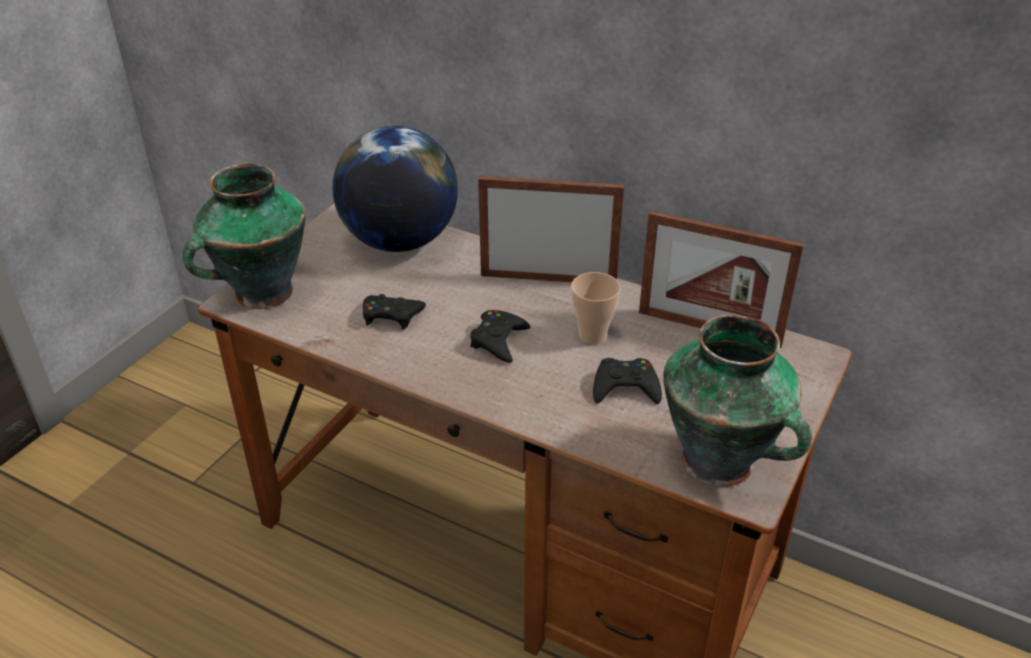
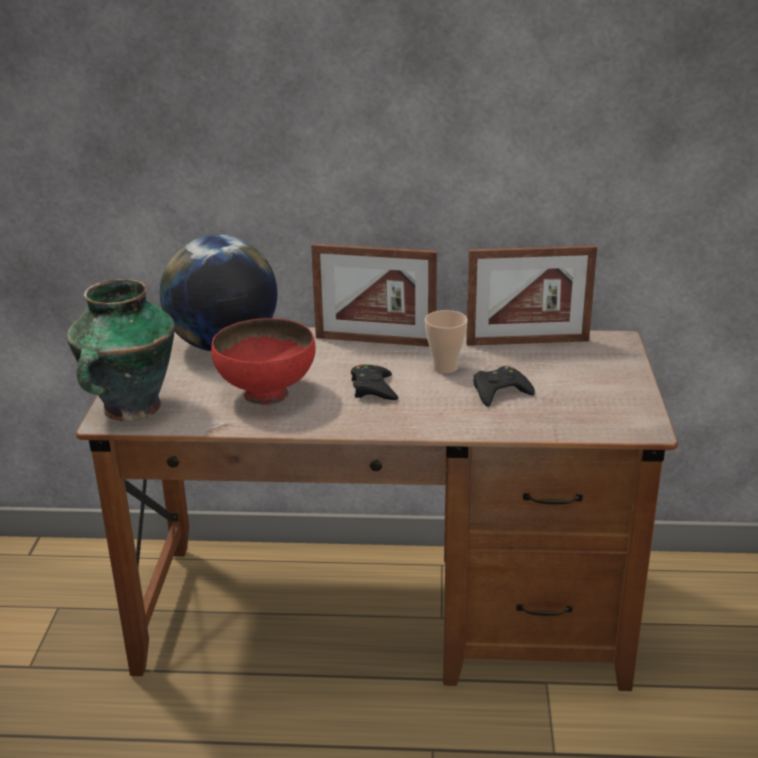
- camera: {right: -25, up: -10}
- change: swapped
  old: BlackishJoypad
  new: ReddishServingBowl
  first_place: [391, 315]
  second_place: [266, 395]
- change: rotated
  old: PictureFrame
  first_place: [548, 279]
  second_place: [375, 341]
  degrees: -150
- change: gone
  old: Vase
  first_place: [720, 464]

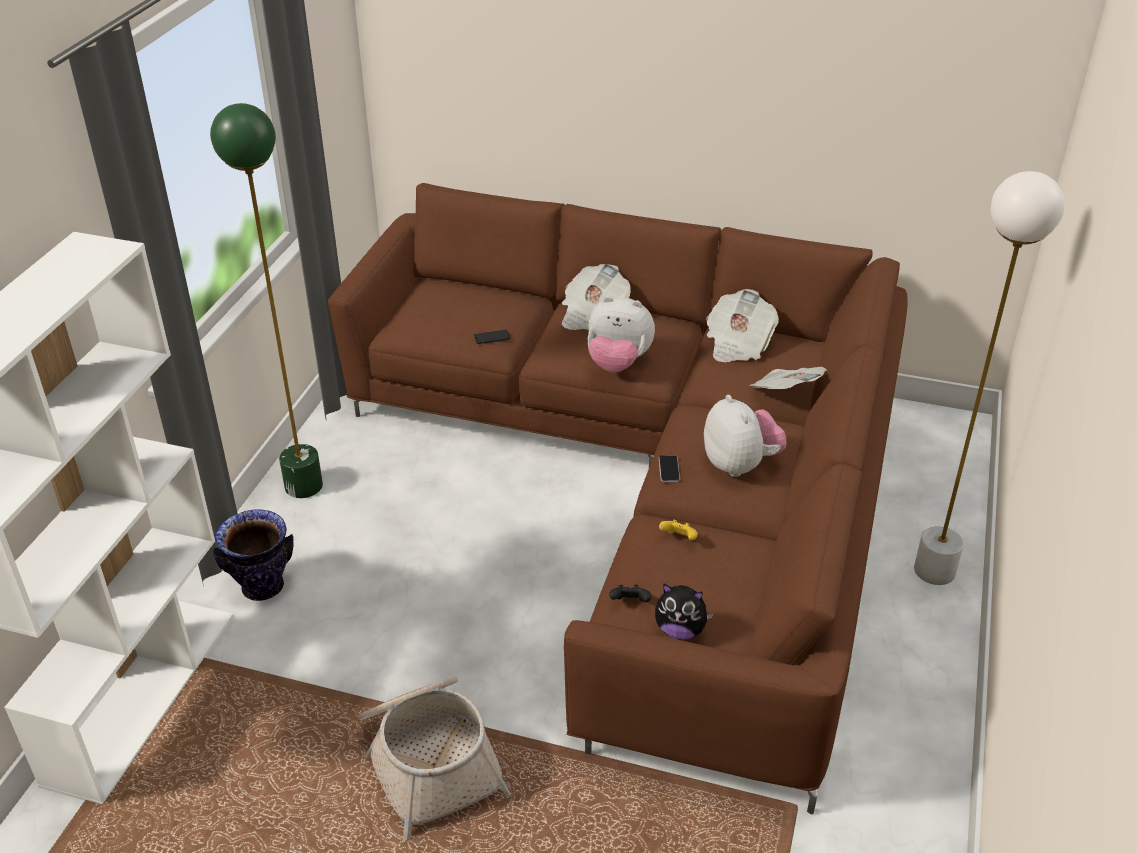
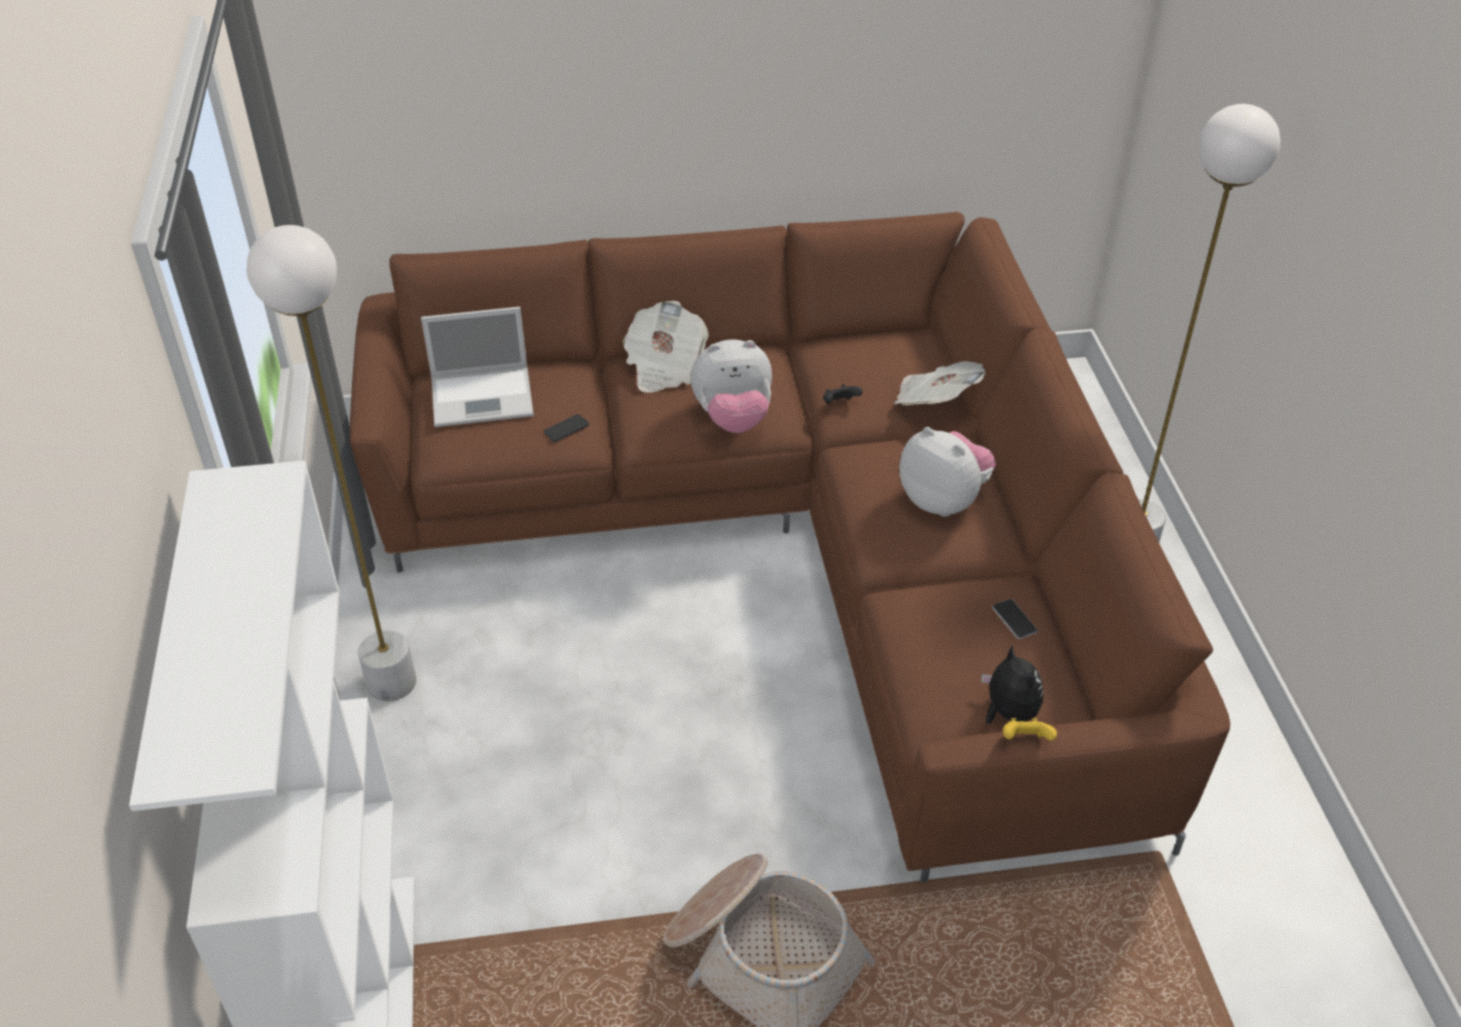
- camera: {right: -25, up: 5}
- change: repainted
  old: GreenishStandingLamp
  new: WhitishStandingLamp
  first_place: [303, 486]
  second_place: [391, 682]
- change: new
  new: NotebookComputer
  second_place: [484, 397]
- change: shifted
  old: BlackishJoypad
  first_place: [630, 603]
  second_place: [840, 404]
- change: rotated
  old: CuddlyToy
  first_place: [680, 630]
  second_place: [1008, 712]
  degrees: -105
- change: shifted
  old: Phone
  first_place: [669, 469]
  second_place: [1014, 619]
- change: shifted
  old: YellowColouredJoypad
  first_place: [679, 539]
  second_place: [1025, 740]
- change: gone
  old: Vase
  first_place: [263, 587]
- change: gone
  old: DailyPaper
  first_place: [737, 344]

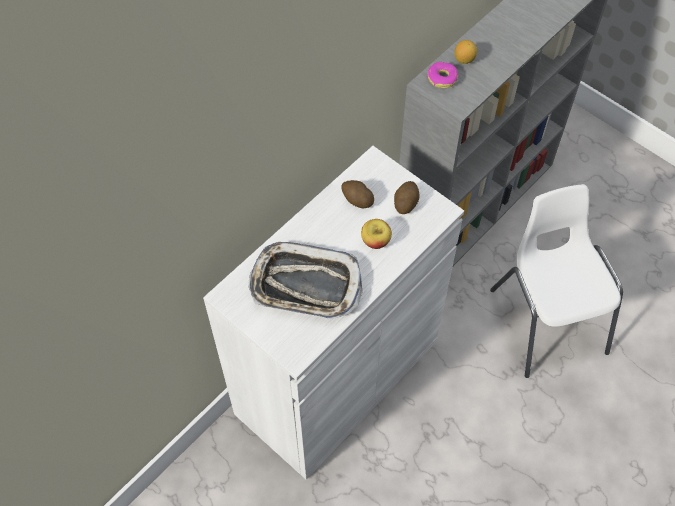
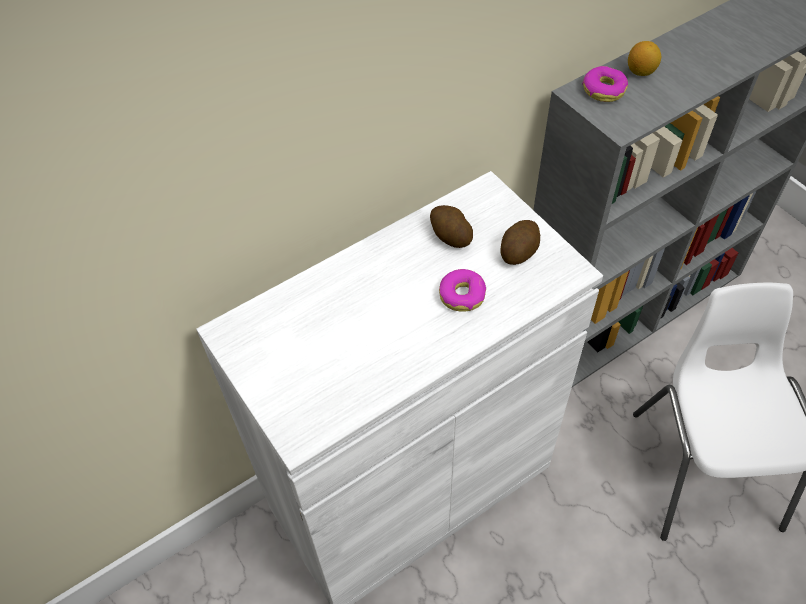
- camera: {right: 15, up: -5}
- change: swapped
  old: WholeApple
  new: Doughnut
  first_place: [375, 241]
  second_place: [462, 295]
- change: gone
  old: CarryingTray
  first_place: [305, 285]

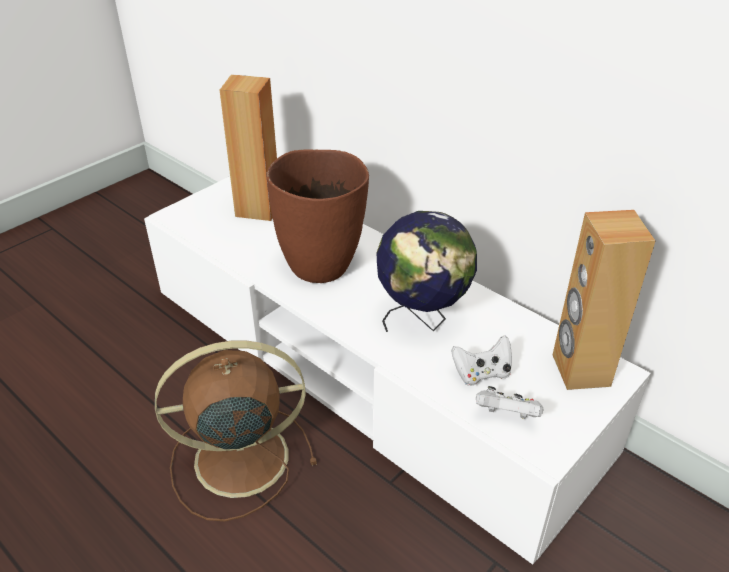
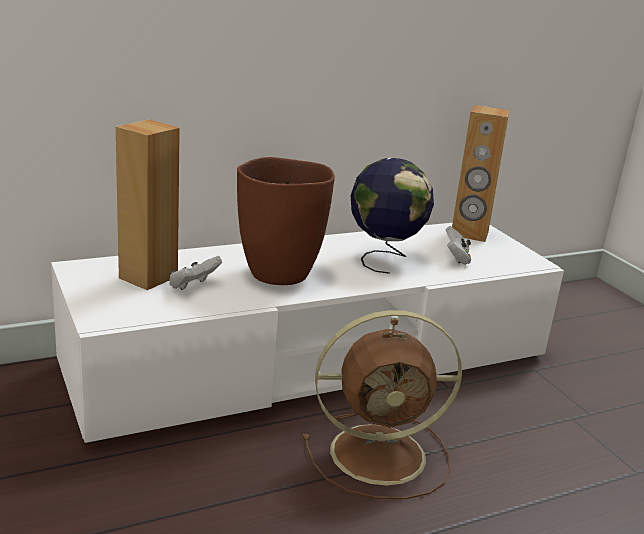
- camera: {right: -70, up: -15}
- change: shifted
  old: WhitishJoypad
  first_place: [506, 416]
  second_place: [193, 286]
- change: rotated
  old: BrownishElectricFan
  first_place: [237, 459]
  second_place: [382, 454]
  degrees: -105

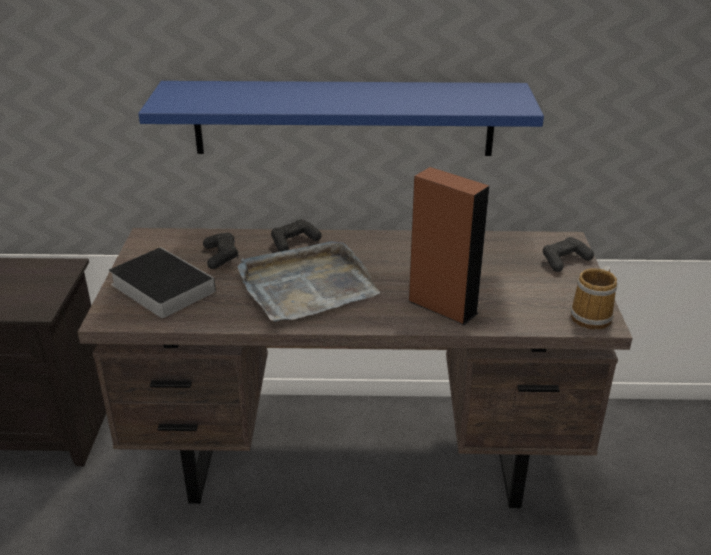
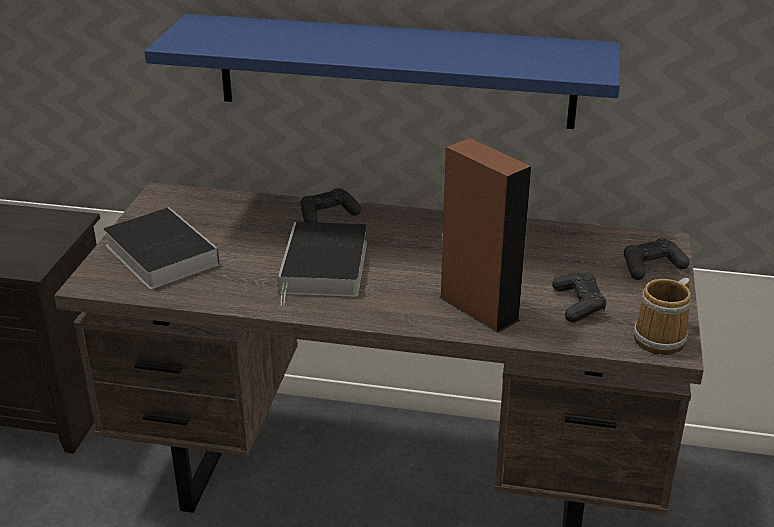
- camera: {right: 10, up: 0}
- change: swapped
  old: GreyishCarryingTray
  new: Volume
  first_place: [306, 286]
  second_place: [325, 268]
- change: shifted
  old: BlackishJoypad
  first_place: [221, 256]
  second_place: [578, 304]

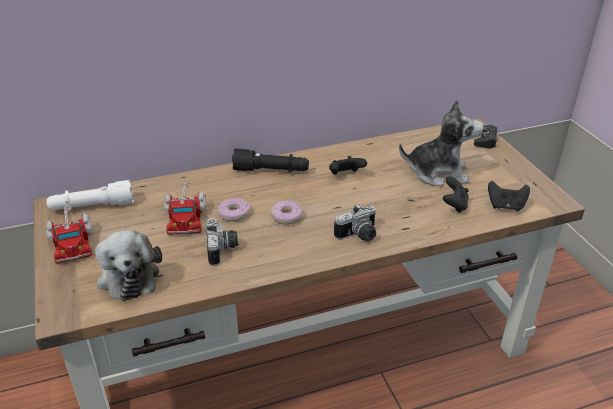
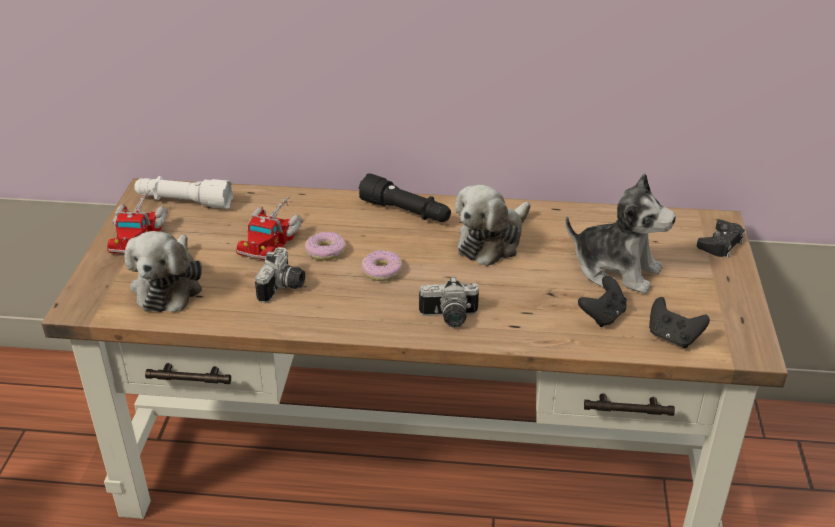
- camera: {right: 25, up: 0}
- change: swapped
  old: BlackishJoypad
  new: CuddlyToy
  first_place: [345, 175]
  second_place: [492, 241]

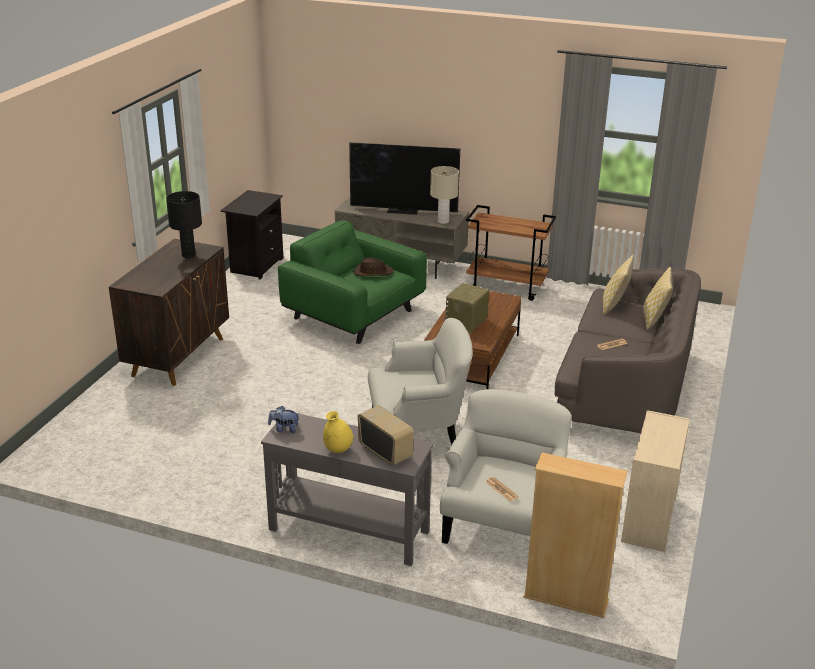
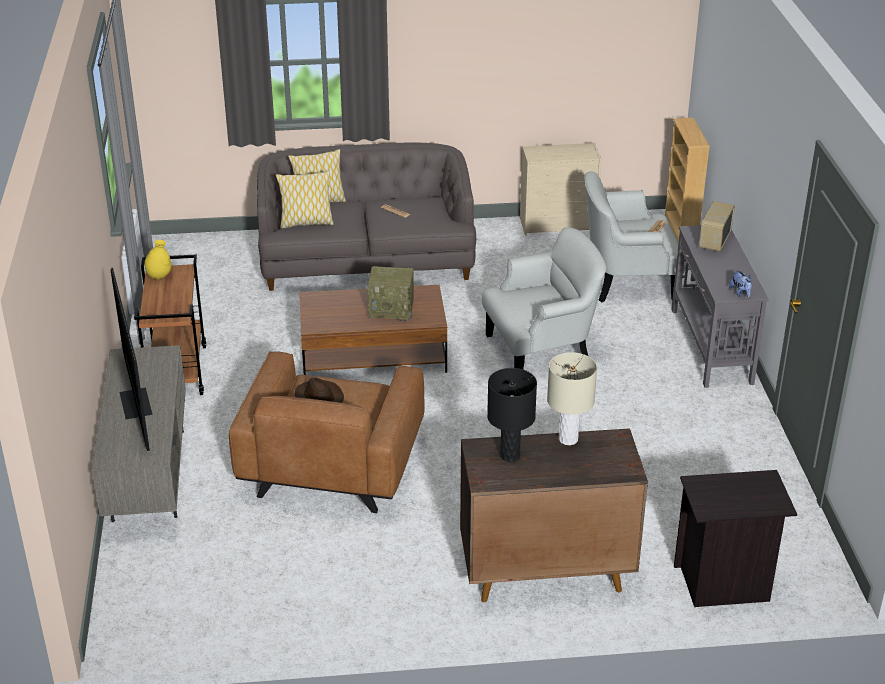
- camera: {right: -115, up: 5}
- change: shifted
  old: YellowColouredVase
  first_place: [338, 450]
  second_place: [159, 276]
- change: repainted
  old: GreenishLoungeChair
  new: BrownishLoungeChair
  first_place: [353, 315]
  second_place: [332, 467]
- change: rotated
  old: WhitishLoungeChair
  first_place: [418, 432]
  second_place: [542, 351]
  degrees: 105
- change: shifted
  old: BeigeLampForATable
  first_place: [443, 221]
  second_place: [568, 439]
- change: shifted
  old: BlackishNightTable
  first_place: [256, 265]
  second_place: [723, 584]

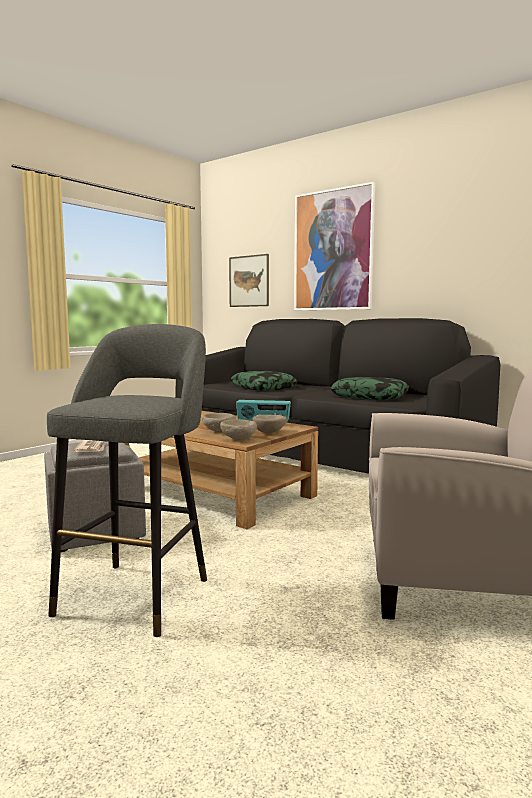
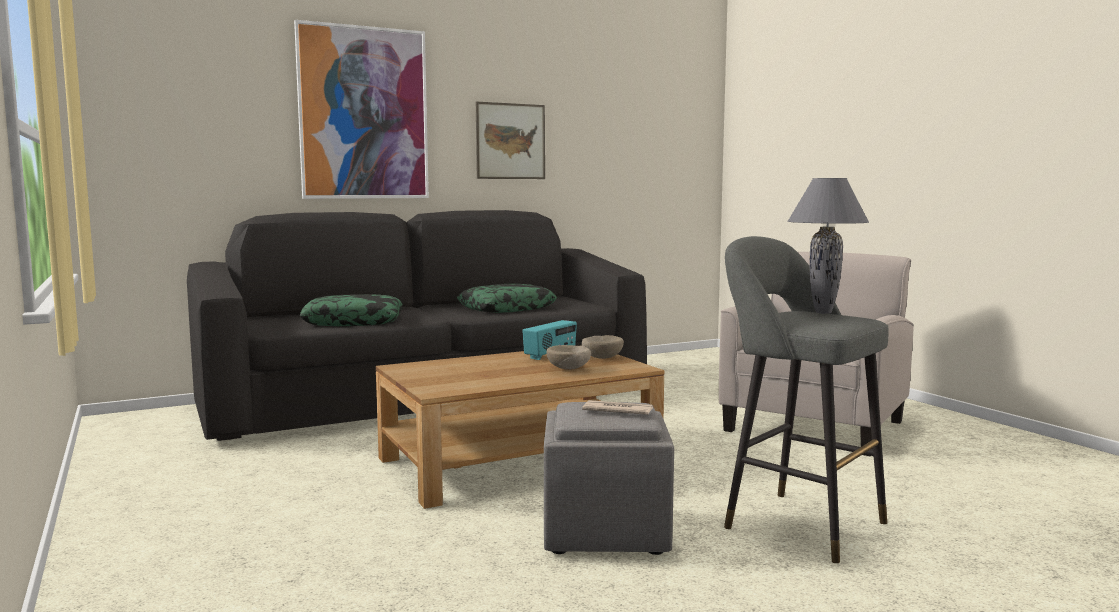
- camera: {right: -65, up: 0}
- change: shifted
  old: WallPicture
  first_place: [249, 281]
  second_place: [510, 141]
- change: new
  new: GreyishLampForATable
  second_place: [823, 312]
- change: gone
  old: BeigeServingBowl
  first_place: [238, 439]

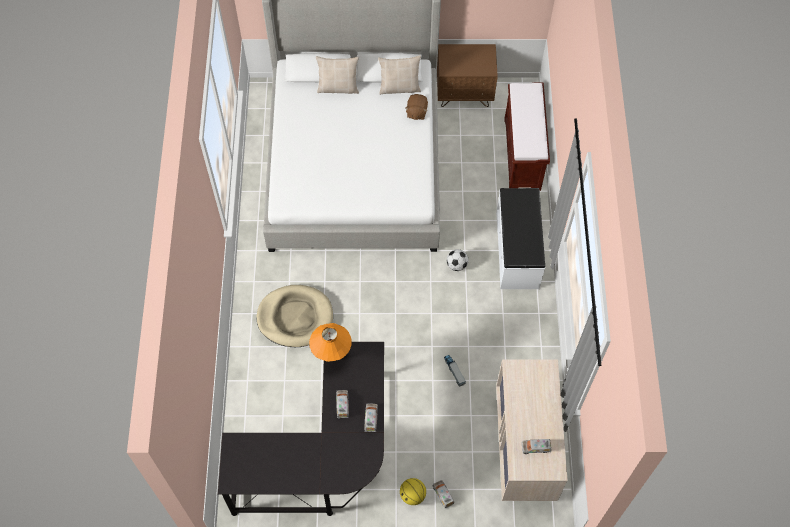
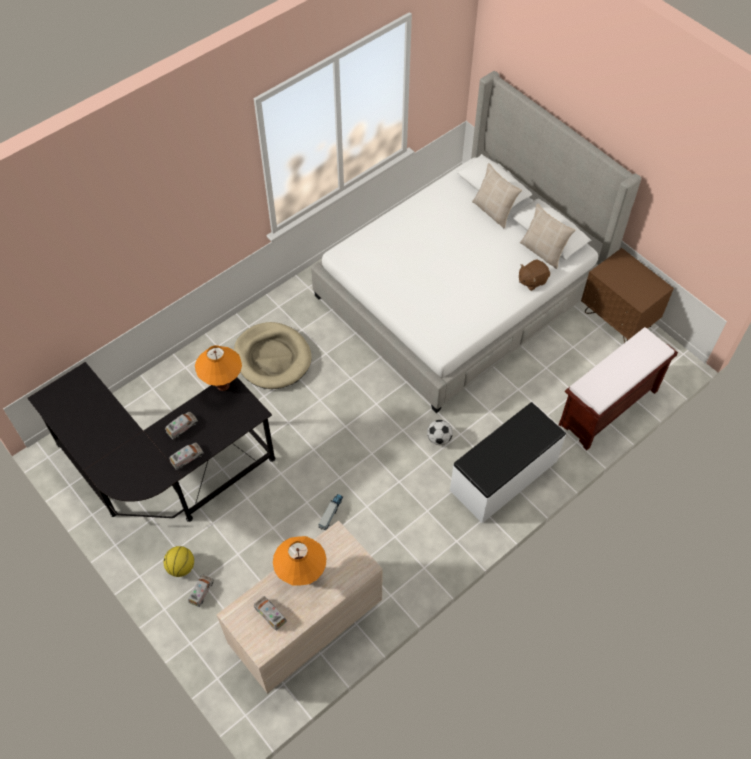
- camera: {right: 50, up: -5}
- change: new
  new: OrangeColouredLampForATable
  second_place: [302, 577]

